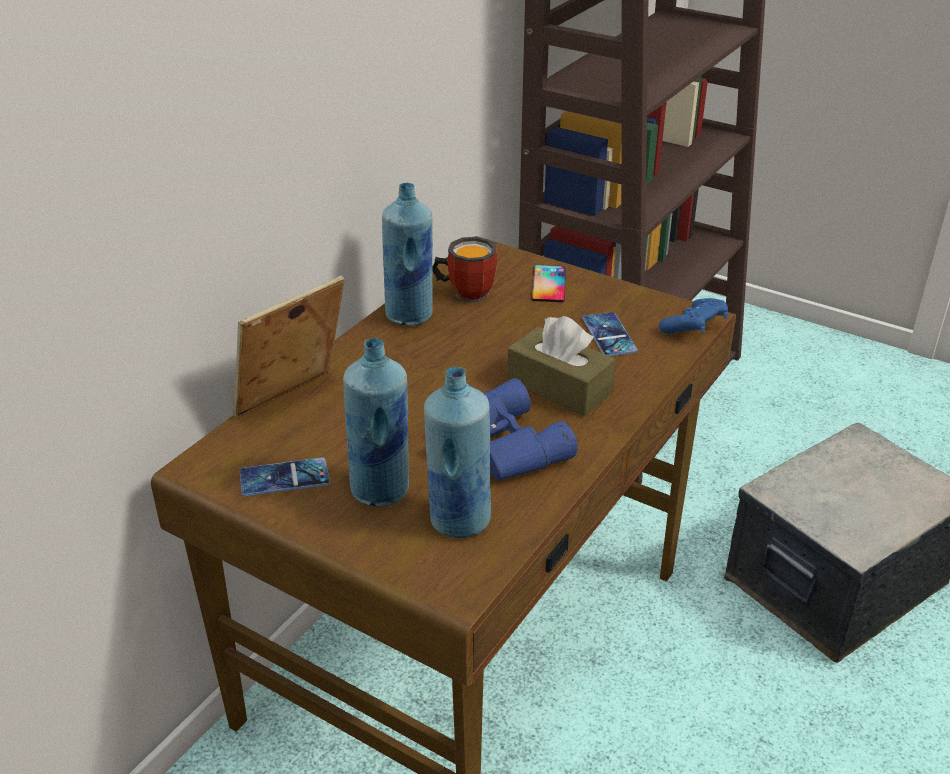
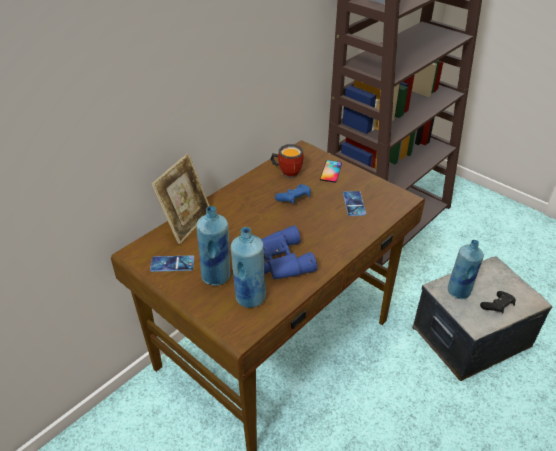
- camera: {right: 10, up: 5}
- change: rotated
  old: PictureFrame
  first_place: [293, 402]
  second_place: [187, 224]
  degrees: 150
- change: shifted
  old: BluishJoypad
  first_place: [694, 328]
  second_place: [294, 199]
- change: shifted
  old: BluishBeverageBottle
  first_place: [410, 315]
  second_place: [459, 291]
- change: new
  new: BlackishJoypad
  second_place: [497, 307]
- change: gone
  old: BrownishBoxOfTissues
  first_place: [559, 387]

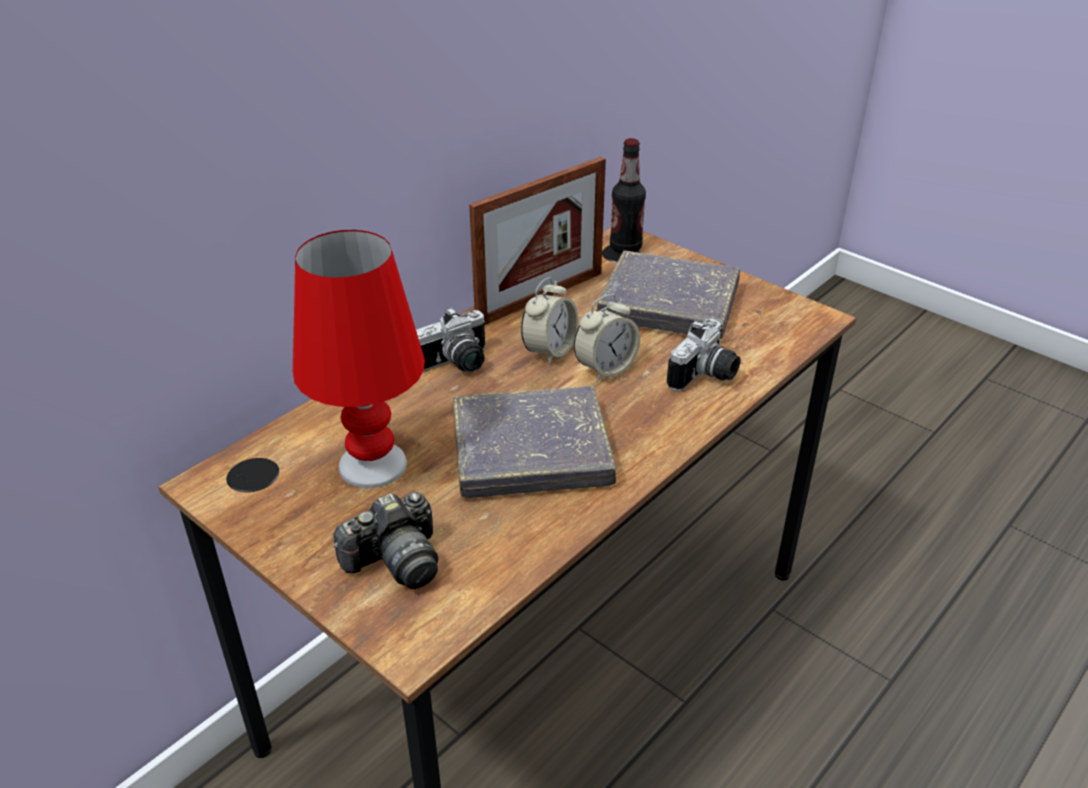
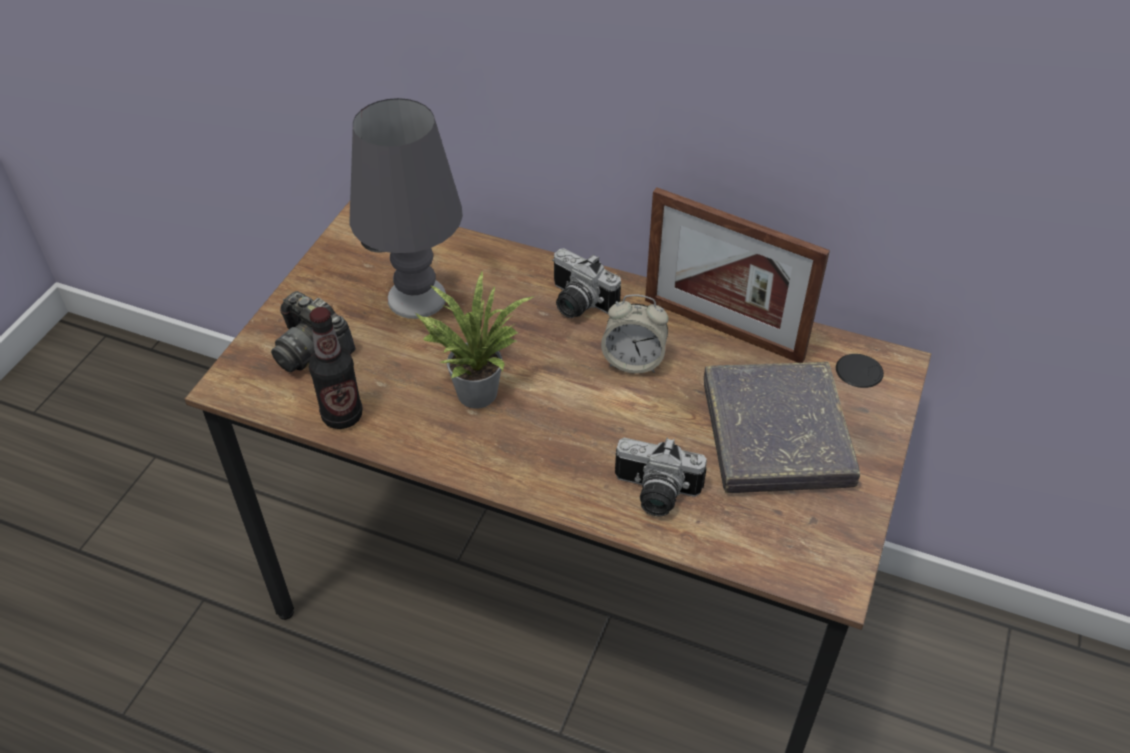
- camera: {right: 70, up: 10}
- change: shifted
  old: BeverageBottle
  first_place: [625, 247]
  second_place: [342, 416]
- change: repainted
  old: ReddishLampForATable
  new: GreyishLampForATable
  first_place: [372, 464]
  second_place: [417, 297]
- change: swapped
  old: GreyishVolume
  new: Houseplant
  first_place: [531, 451]
  second_place: [474, 389]
- change: gone
  old: TableClock
  first_place: [605, 368]

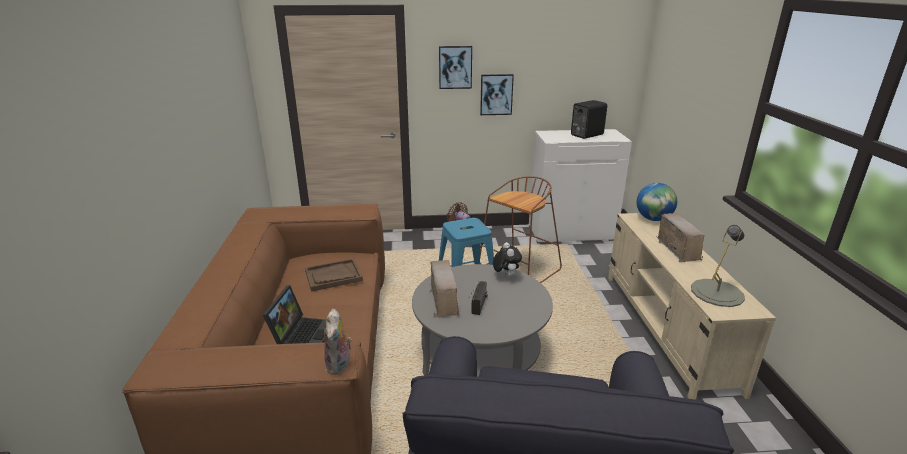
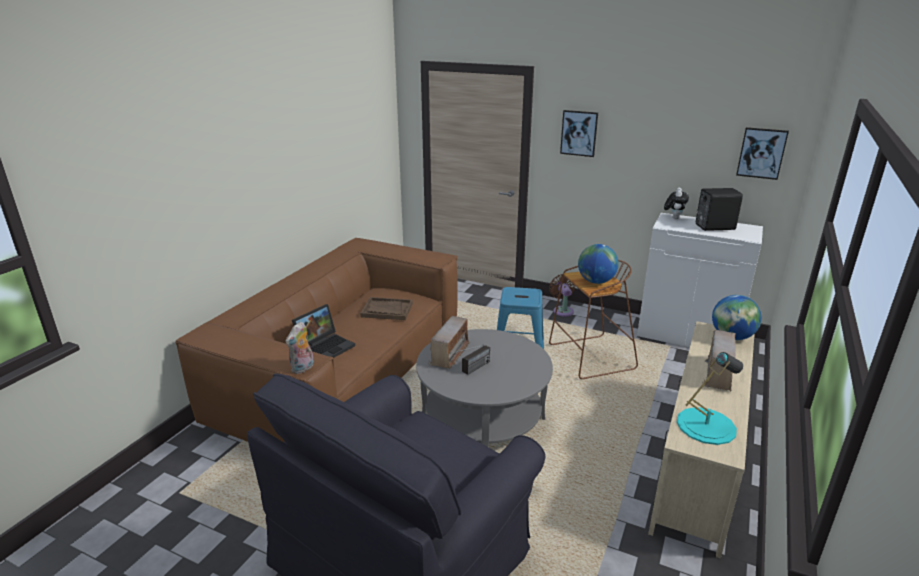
- camera: {right: 30, up: 0}
- change: new
  new: WorldGlobe
  second_place: [596, 281]
- change: shifted
  old: CuddlyToy
  first_place: [505, 276]
  second_place: [674, 218]
- change: repainted
  old: GreyishLampForATable
  new: TurquoiseColouredLampForATable
  first_place: [717, 292]
  second_place: [706, 425]
- change: shifted
  old: WallPicture
  first_place: [496, 94]
  second_place: [761, 153]

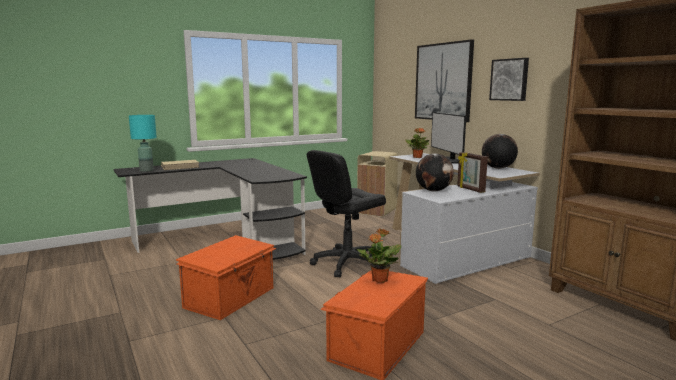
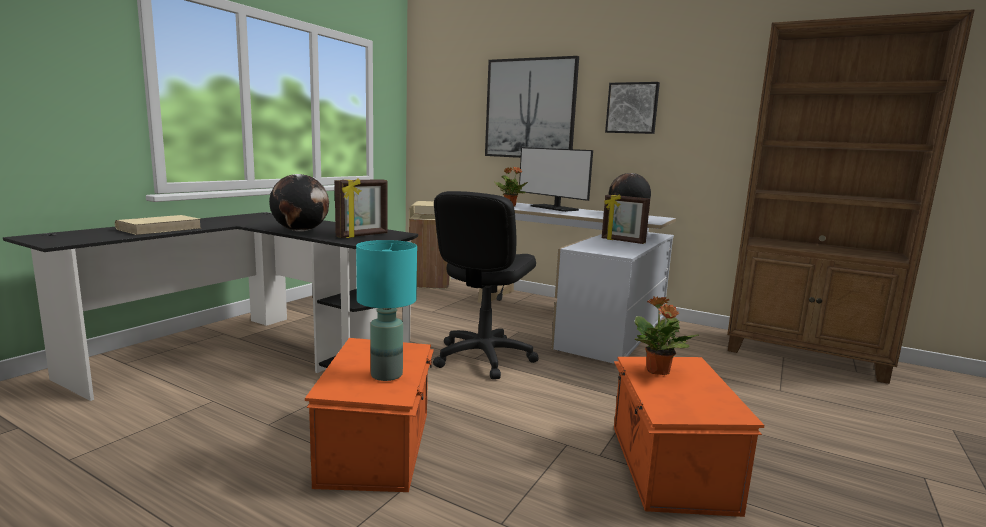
- camera: {right: -30, up: 0}
- change: shifted
  old: WorldGlobe
  first_place: [433, 191]
  second_place: [300, 231]
- change: new
  new: PictureFrame
  second_place: [362, 235]
- change: shifted
  old: TurquoiseColouredLampForATable
  first_place: [146, 170]
  second_place: [386, 374]

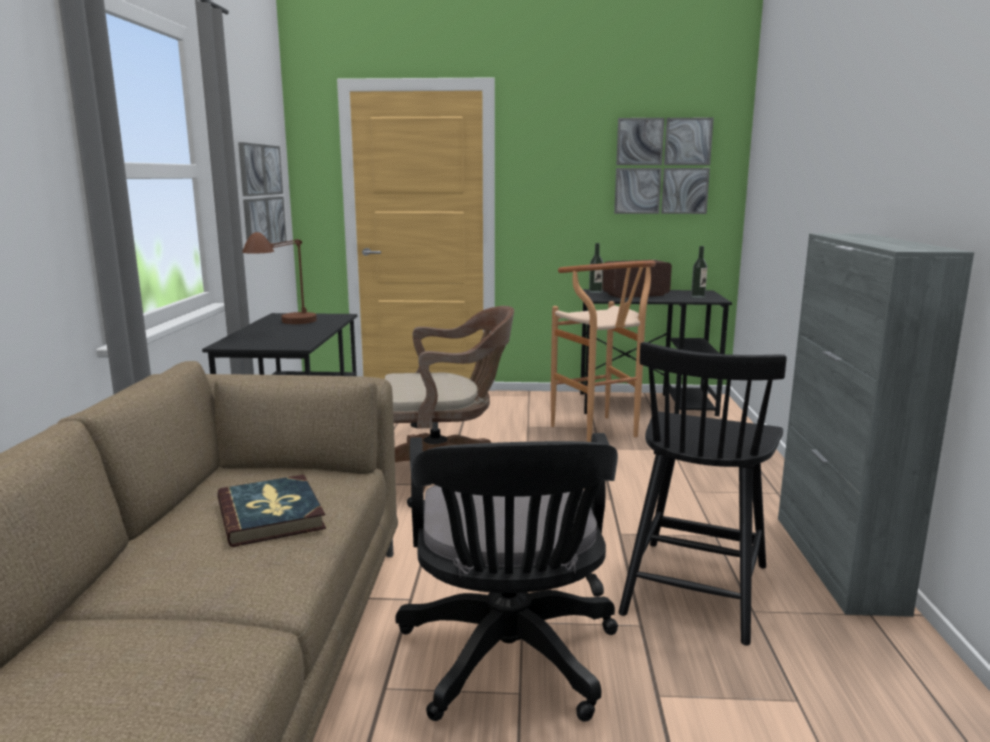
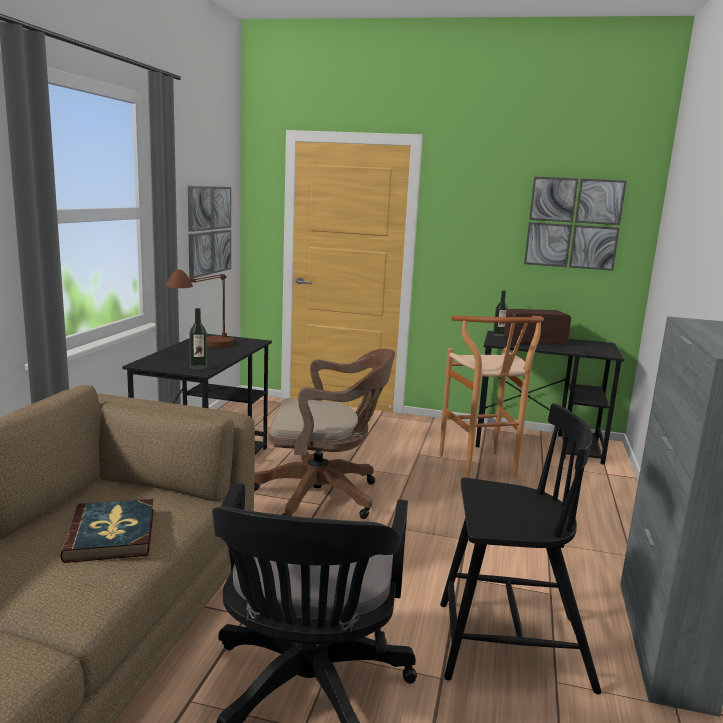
- camera: {right: 10, up: 0}
- change: shifted
  old: BeverageBottle
  first_place: [698, 296]
  second_place: [198, 367]
- change: rotated
  old: BlackishUprightChair
  first_place: [695, 587]
  second_place: [509, 646]
  degrees: -120

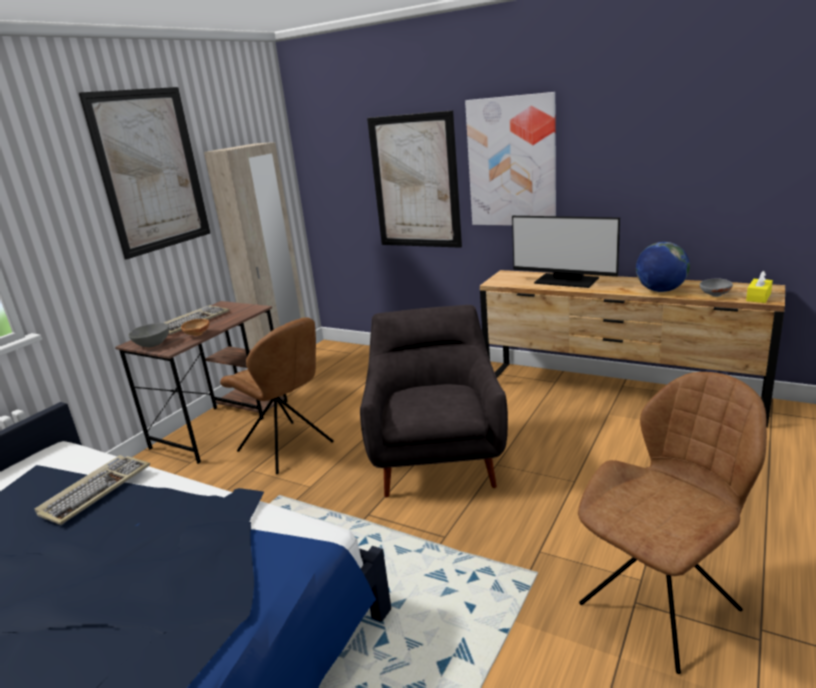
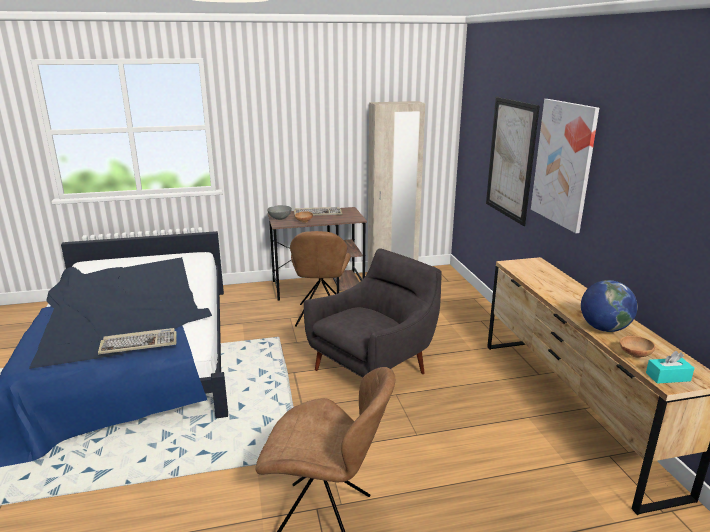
- camera: {right: 45, up: 0}
- change: shifted
  old: ComputerKeyboard
  first_place: [95, 490]
  second_place: [139, 343]
- change: repainted
  old: GreyishServingBowl
  new: BrownishServingBowl
  first_place: [714, 295]
  second_place: [634, 355]
- change: repainted
  old: YellowColouredBoxOfTissues
  new: TurquoiseColouredBoxOfTissues
  first_place: [758, 297]
  second_place: [668, 377]
- change: gone
  old: WallPicture
  first_place: [151, 171]
- change: gone
  old: Monitor
  first_place: [566, 281]

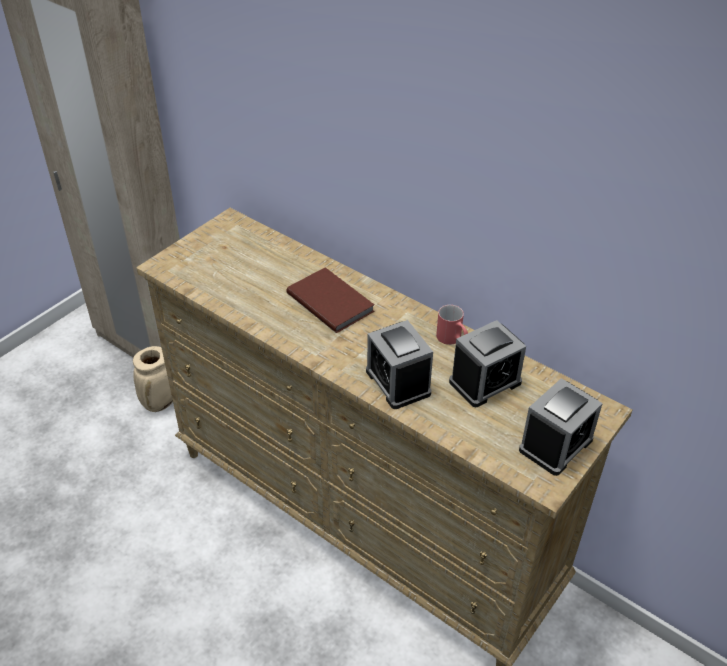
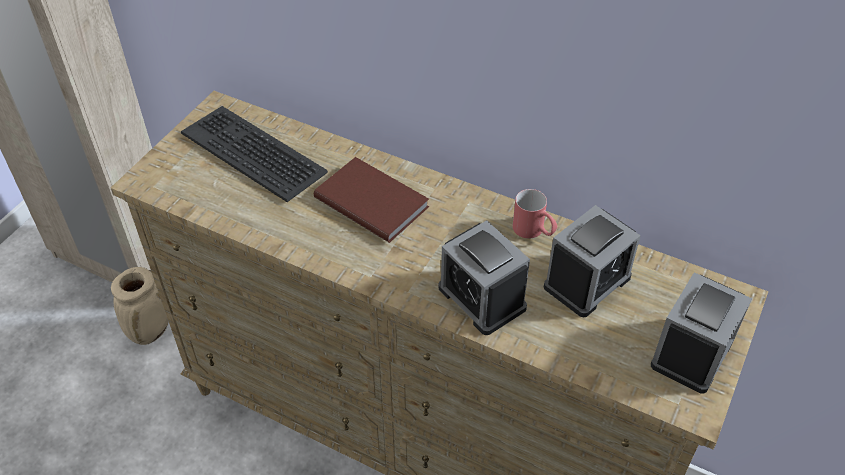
- camera: {right: -10, up: 5}
- change: new
  new: ComputerKeyboard
  second_place: [254, 152]

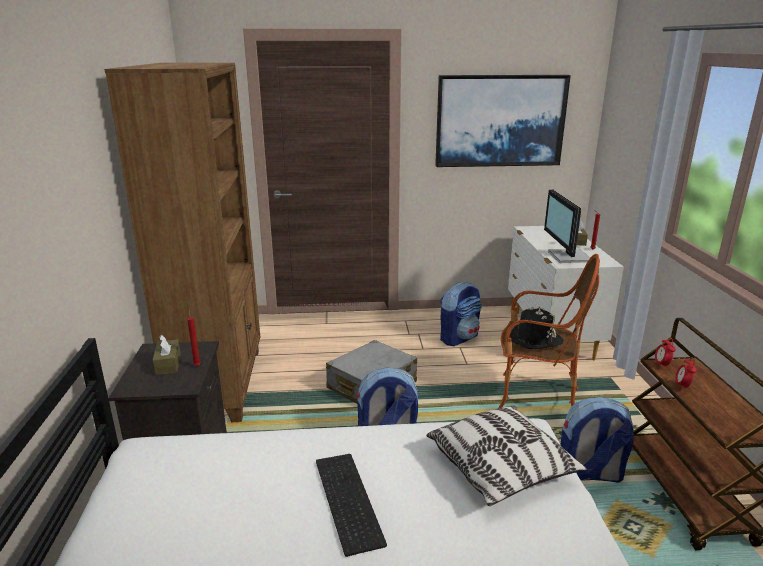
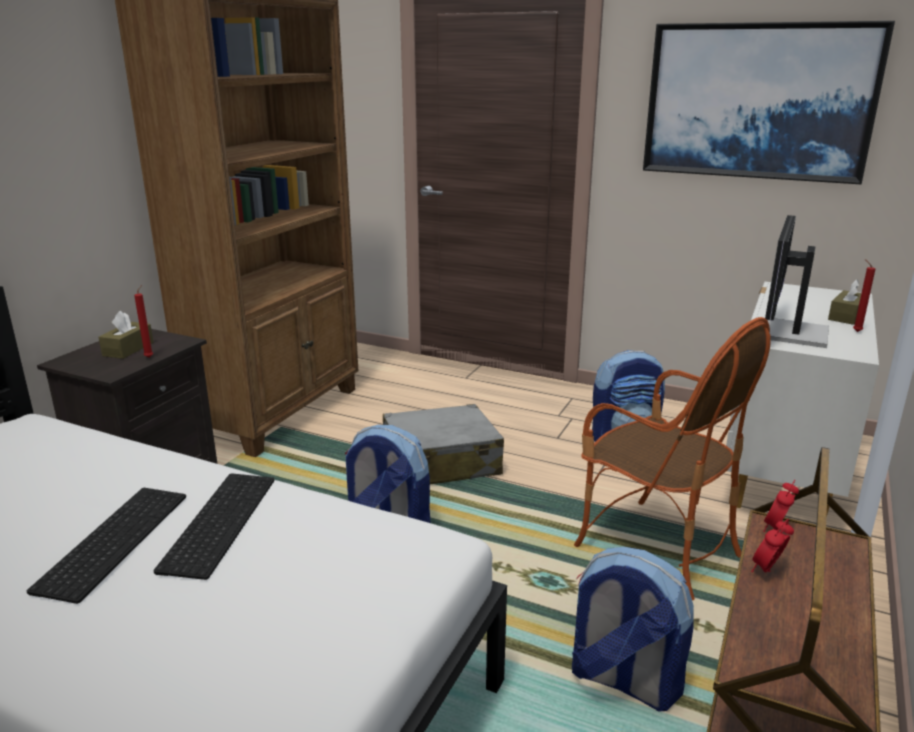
- camera: {right: 30, up: 0}
- change: new
  new: ComputerKeyboard
  second_place: [217, 521]
- change: gone
  old: Pillow
  first_place: [501, 468]
- change: gone
  old: BlackishClothingHat
  first_place: [533, 338]

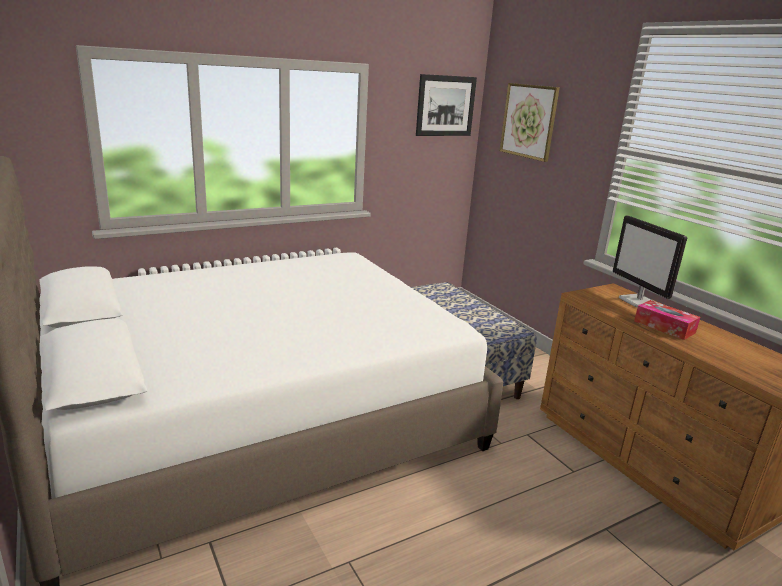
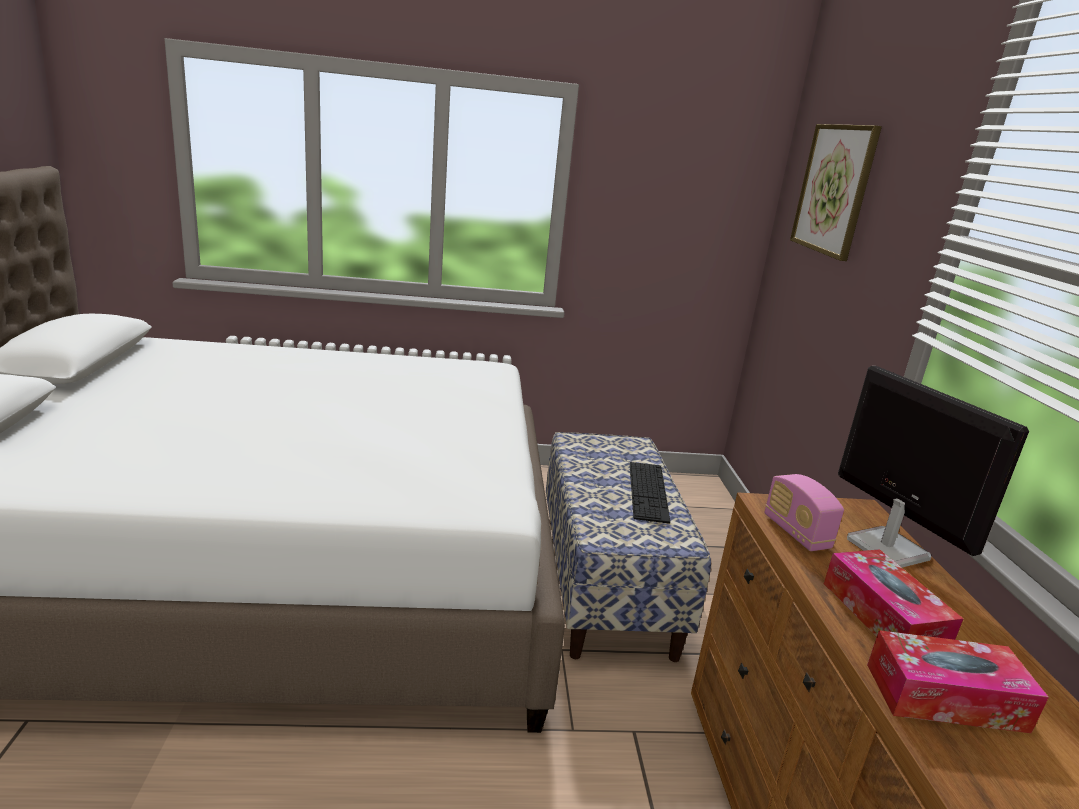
- camera: {right: 25, up: 0}
- change: new
  new: ComputerKeyboard
  second_place: [648, 491]
- change: new
  new: RadioReceiver
  second_place: [796, 532]
- change: rotated
  old: Monitor
  first_place: [638, 302]
  second_place: [885, 548]
  degrees: 150
- change: new
  new: BoxOfTissues
  second_place: [945, 697]
- change: gone
  old: WallPicture
  first_place: [445, 106]

